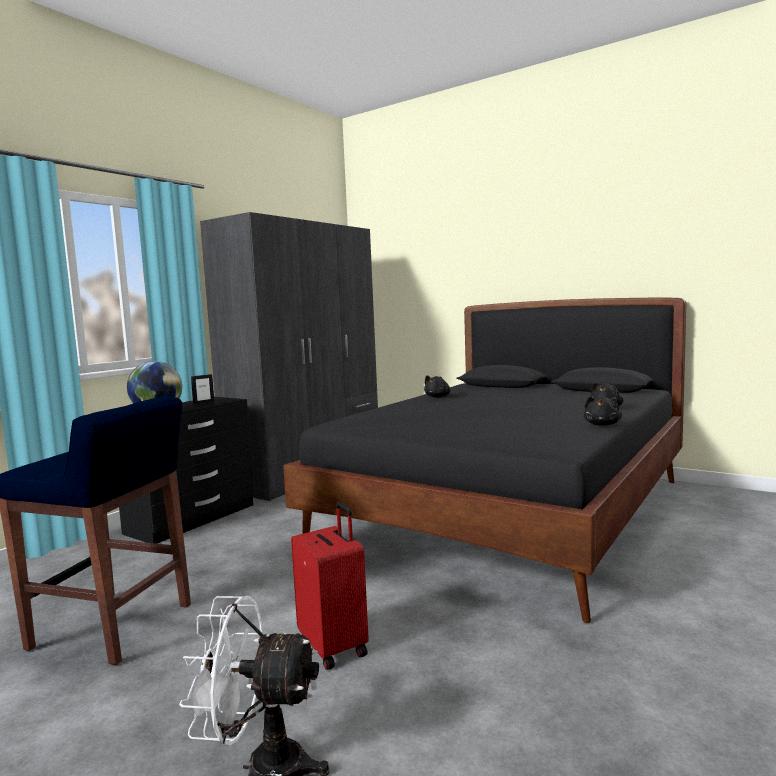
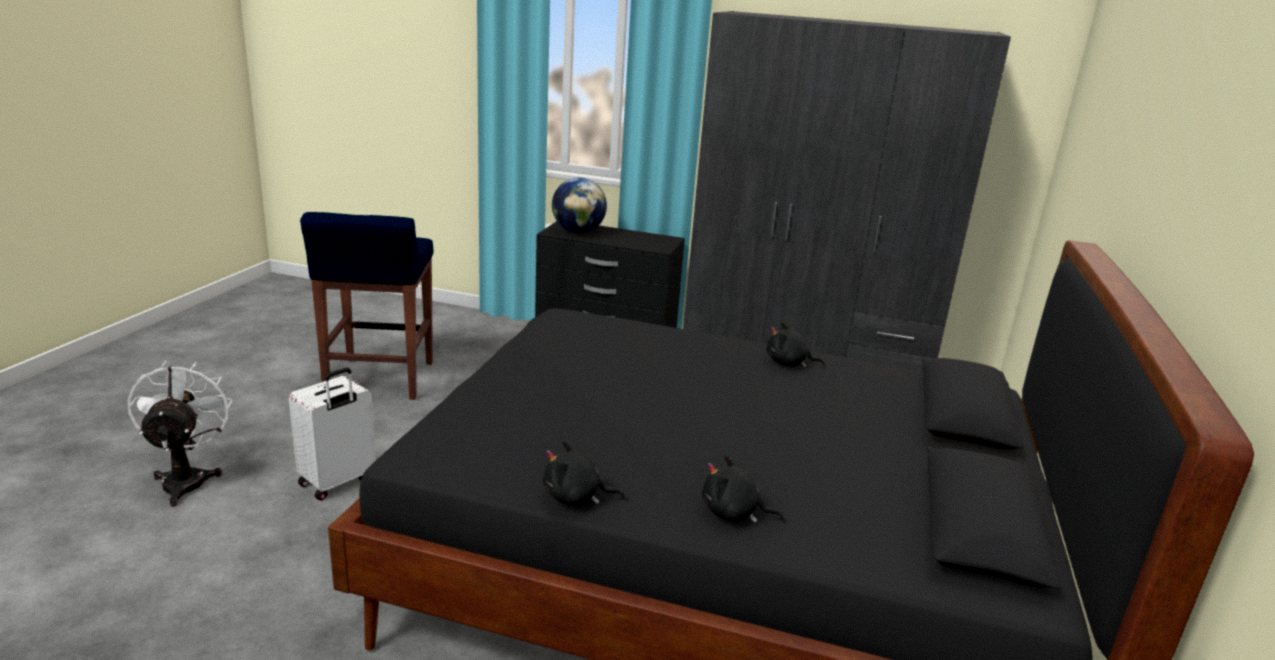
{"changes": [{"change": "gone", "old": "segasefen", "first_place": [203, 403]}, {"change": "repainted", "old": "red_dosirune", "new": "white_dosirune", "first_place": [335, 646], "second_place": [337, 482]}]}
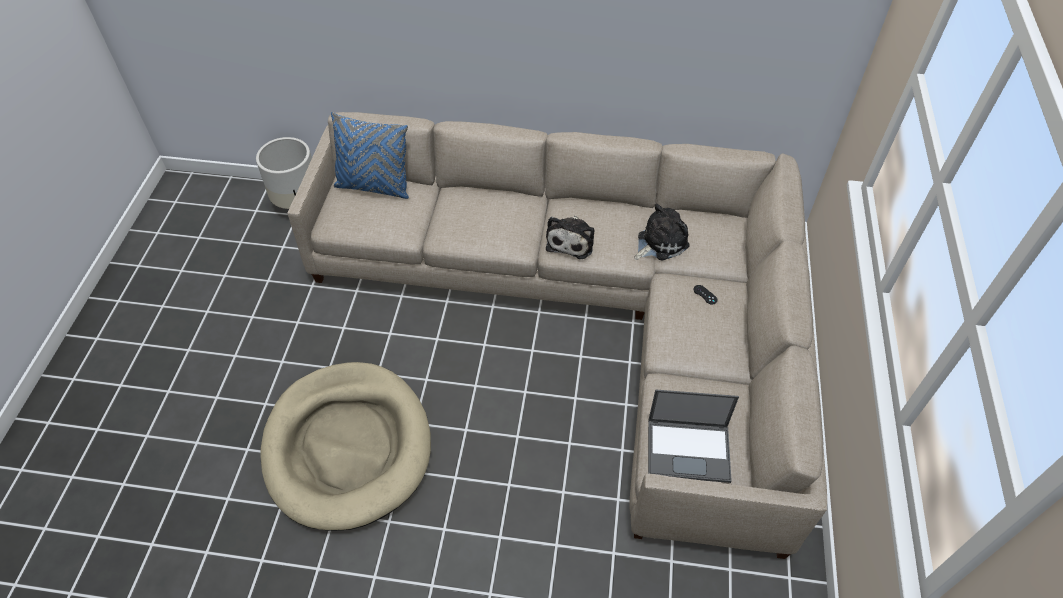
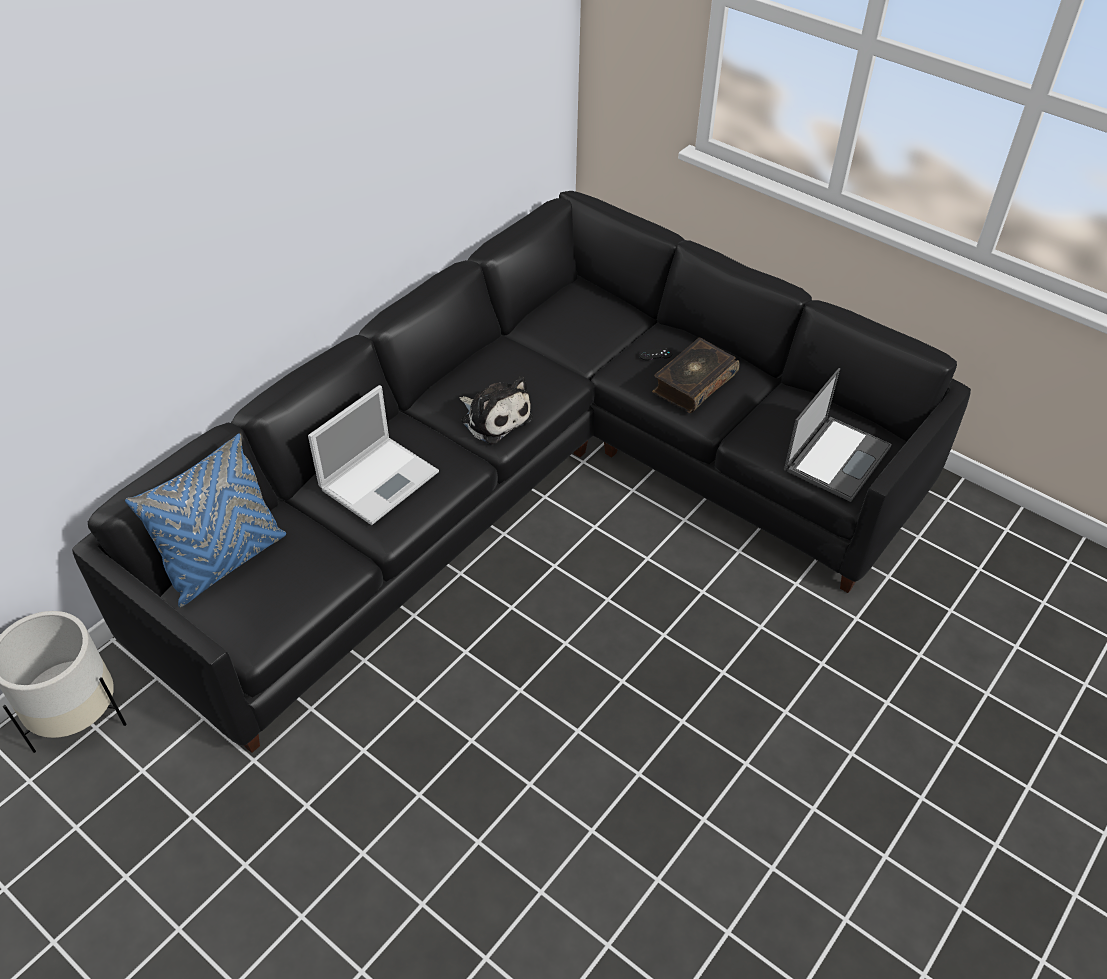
{"changes": [{"change": "repainted", "old": "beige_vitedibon", "new": "black_vitedibon", "first_place": [593, 311], "second_place": [541, 486]}, {"change": "gone", "old": "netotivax", "first_place": [660, 242]}, {"change": "gone", "old": "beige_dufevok", "first_place": [348, 447]}, {"change": "new", "new": "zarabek", "second_place": [693, 383]}, {"change": "new", "new": "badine", "second_place": [380, 479]}]}
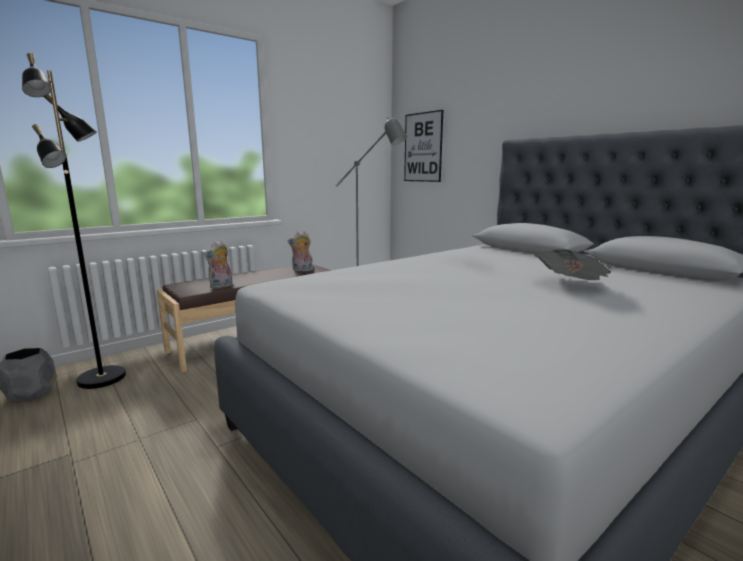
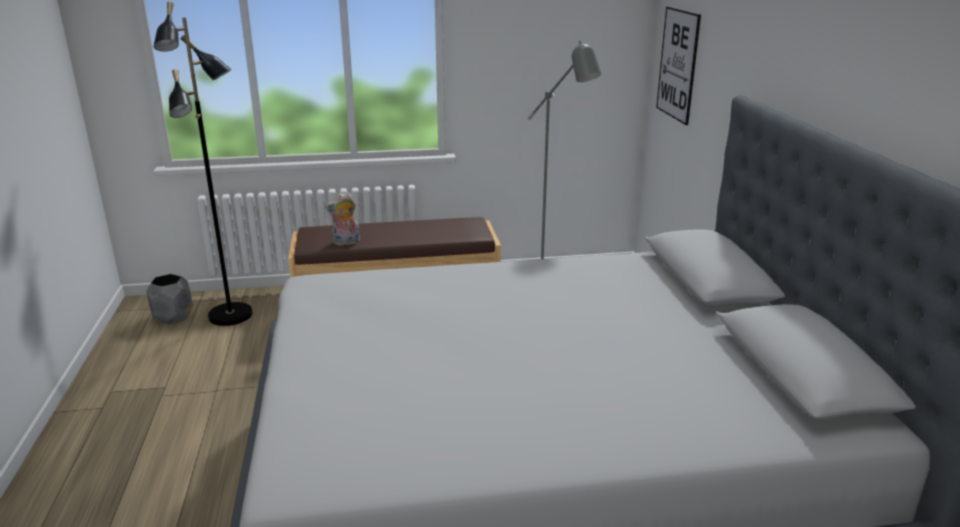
{"changes": [{"change": "gone", "old": "netotivax", "first_place": [302, 270]}, {"change": "gone", "old": "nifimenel", "first_place": [571, 285]}]}
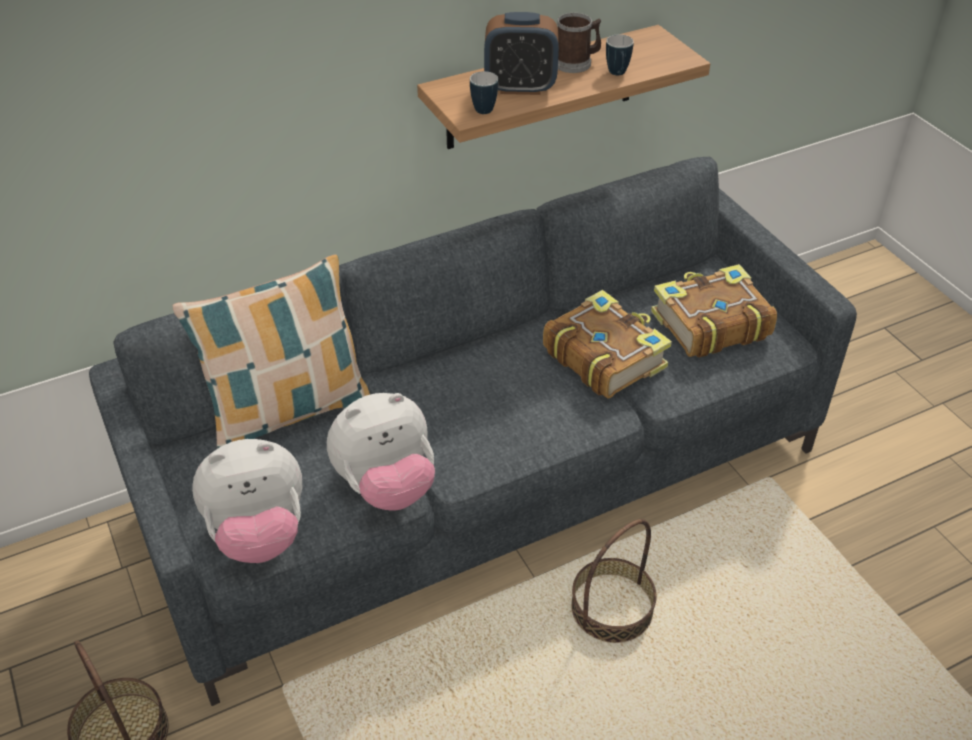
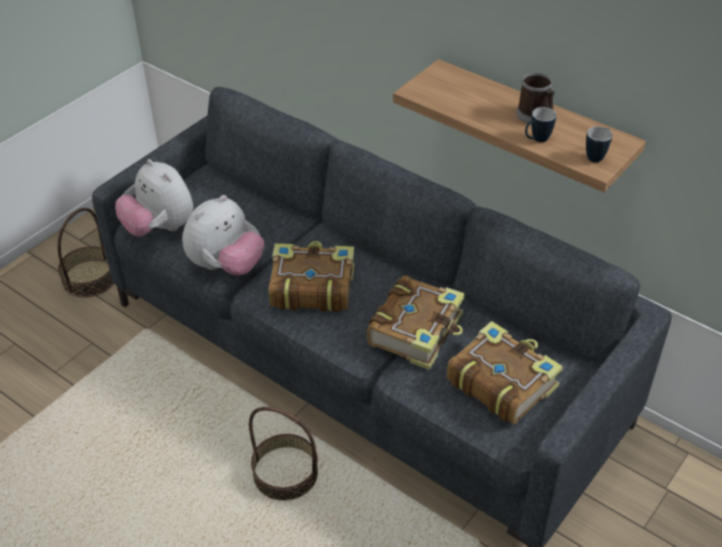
{"changes": [{"change": "gone", "old": "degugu", "first_place": [520, 87]}, {"change": "shifted", "old": "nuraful", "first_place": [481, 108], "second_place": [597, 156]}, {"change": "gone", "old": "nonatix", "first_place": [288, 412]}, {"change": "rotated", "old": "netotivax", "first_place": [386, 486], "second_place": [226, 266], "degrees": -90}, {"change": "new", "new": "zarabek", "second_place": [311, 287]}]}
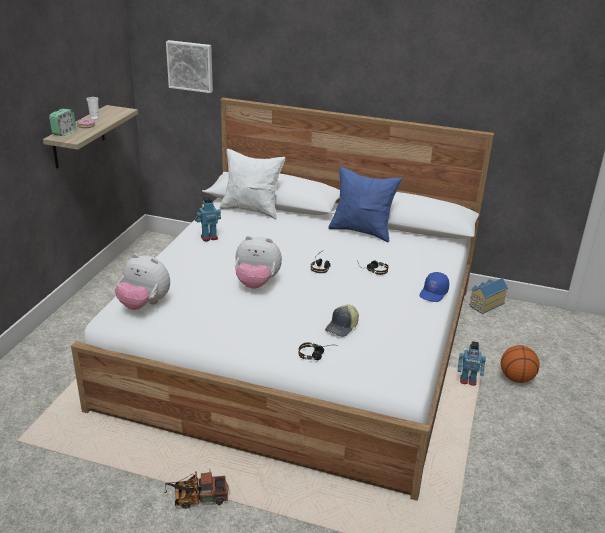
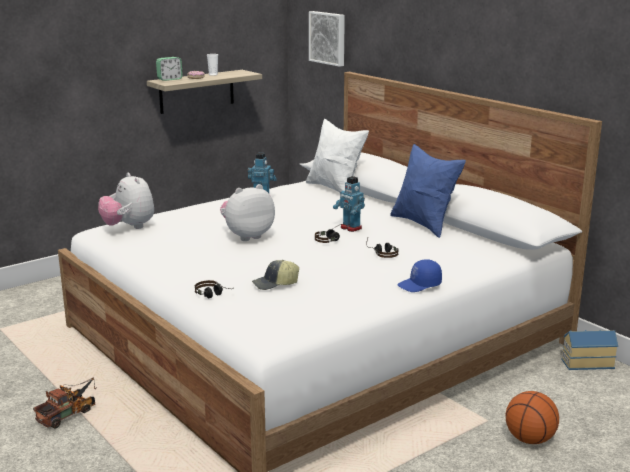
{"changes": [{"change": "rotated", "old": "netotivax", "first_place": [257, 283], "second_place": [247, 236], "degrees": 105}, {"change": "shifted", "old": "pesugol", "first_place": [468, 381], "second_place": [350, 228]}, {"change": "rotated", "old": "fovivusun", "first_place": [197, 498], "second_place": [70, 414], "degrees": 105}]}
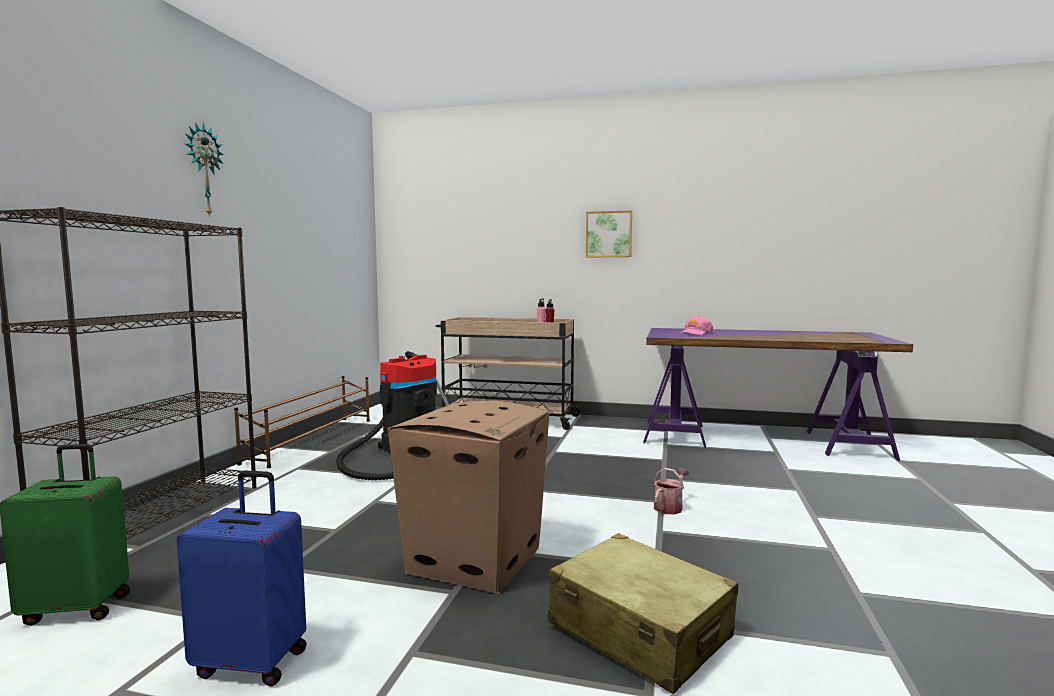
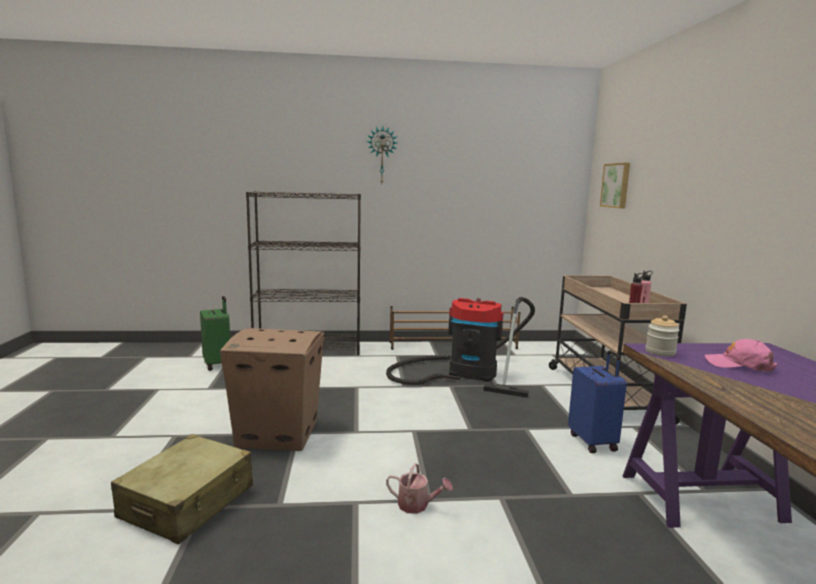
{"changes": [{"change": "shifted", "old": "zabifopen", "first_place": [609, 234], "second_place": [616, 185]}, {"change": "shifted", "old": "blue_dosirune", "first_place": [253, 661], "second_place": [593, 442]}, {"change": "new", "new": "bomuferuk", "second_place": [660, 352]}]}
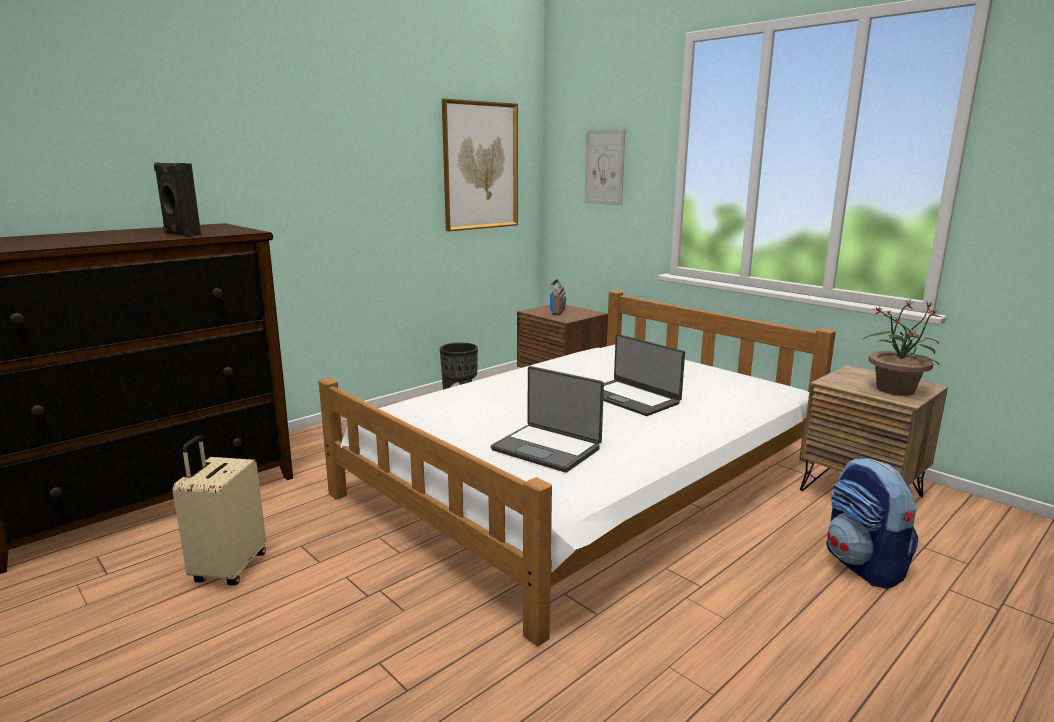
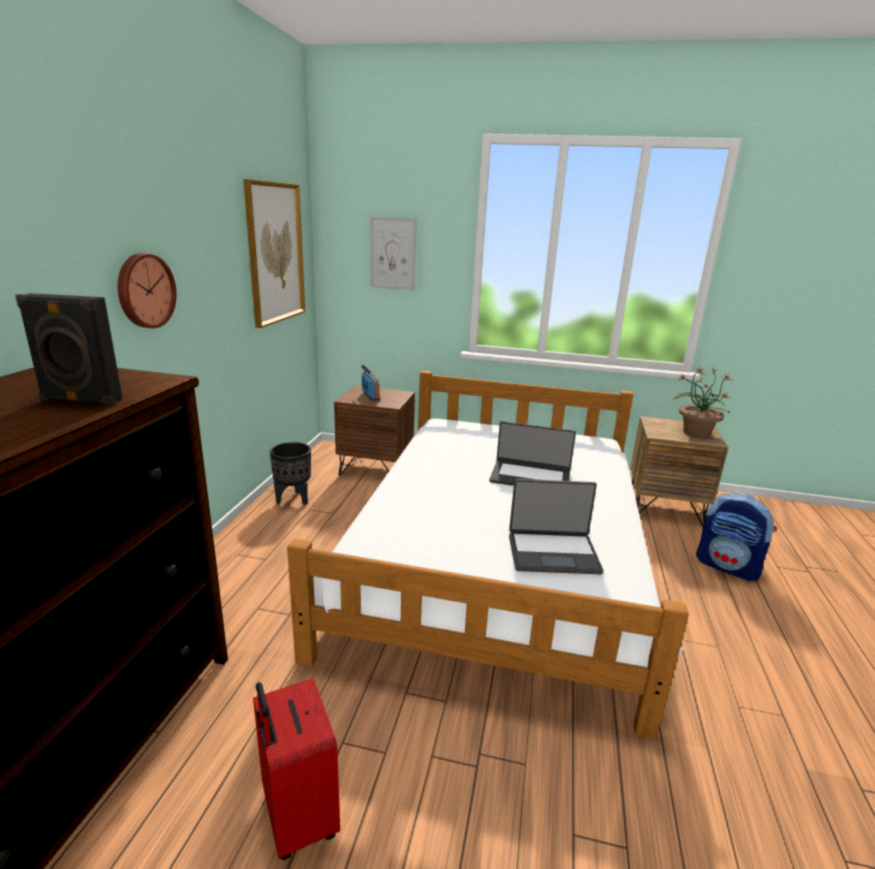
{"changes": [{"change": "repainted", "old": "beige_dosirune", "new": "red_dosirune", "first_place": [228, 569], "second_place": [297, 817]}, {"change": "new", "new": "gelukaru", "second_place": [144, 291]}]}
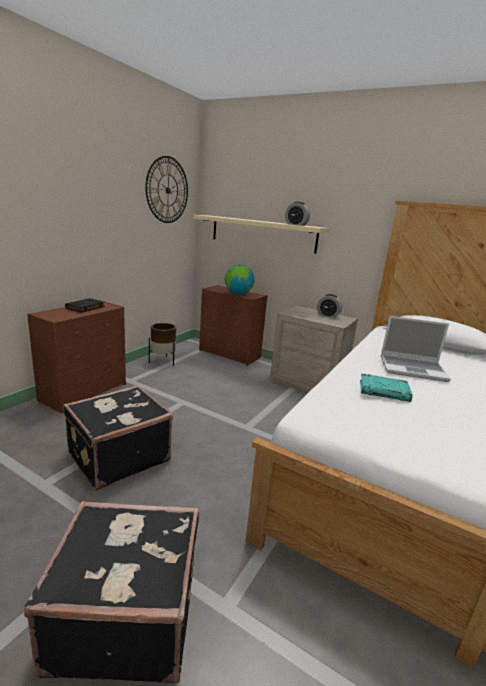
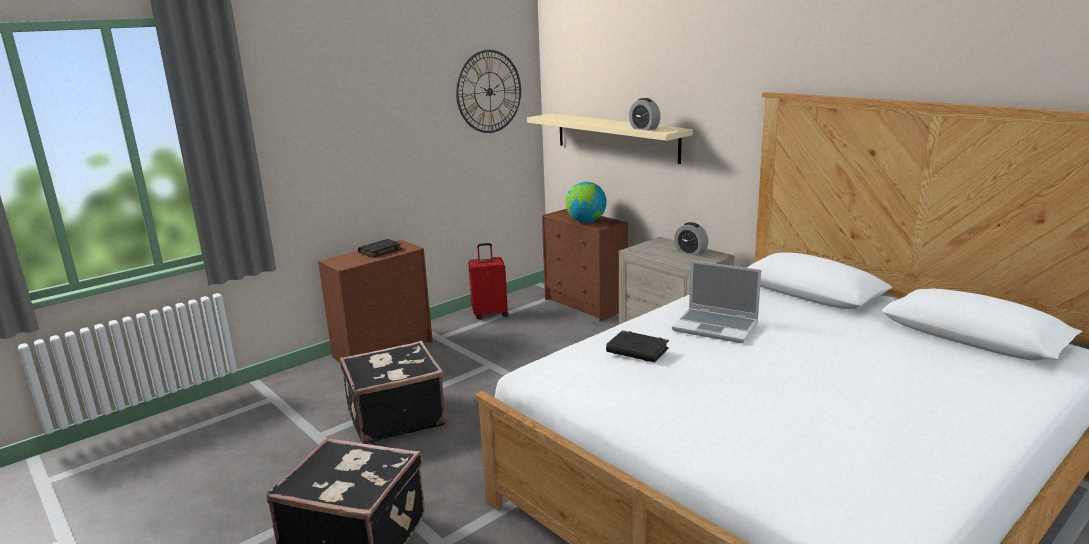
{"changes": [{"change": "swapped", "old": "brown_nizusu", "new": "red_dosirune", "first_place": [163, 361], "second_place": [490, 314]}, {"change": "repainted", "old": "turquoise_zarabek", "new": "black_zarabek", "first_place": [384, 391], "second_place": [638, 350]}]}
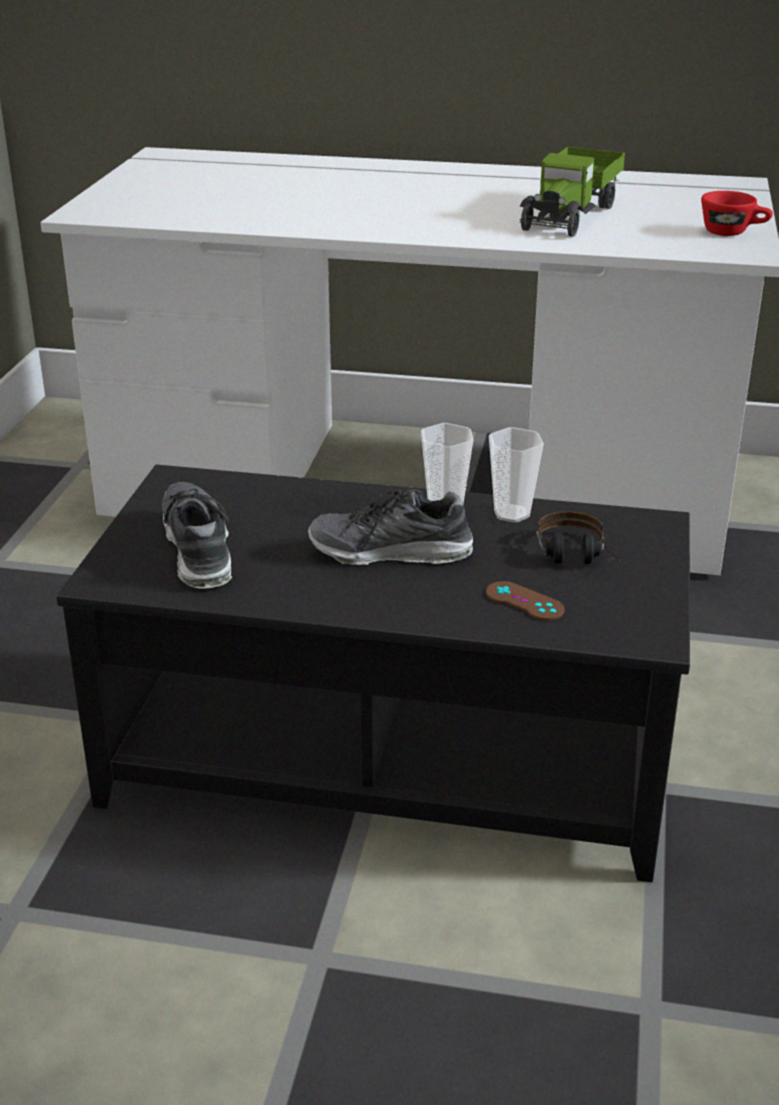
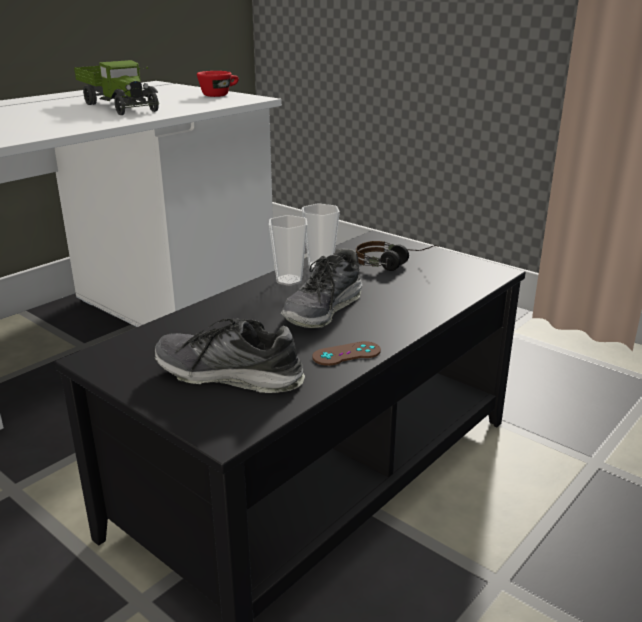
{"changes": [{"change": "shifted", "old": "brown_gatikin", "first_place": [524, 601], "second_place": [346, 354]}]}
